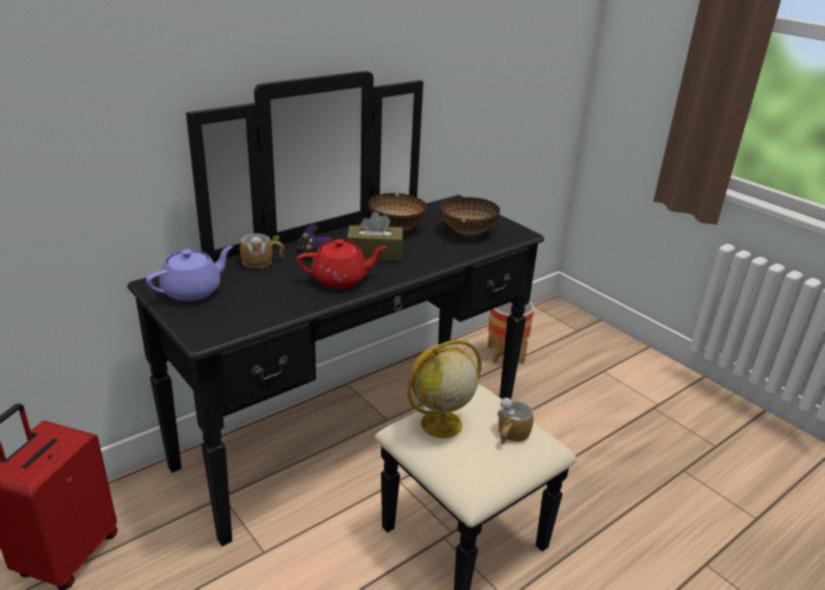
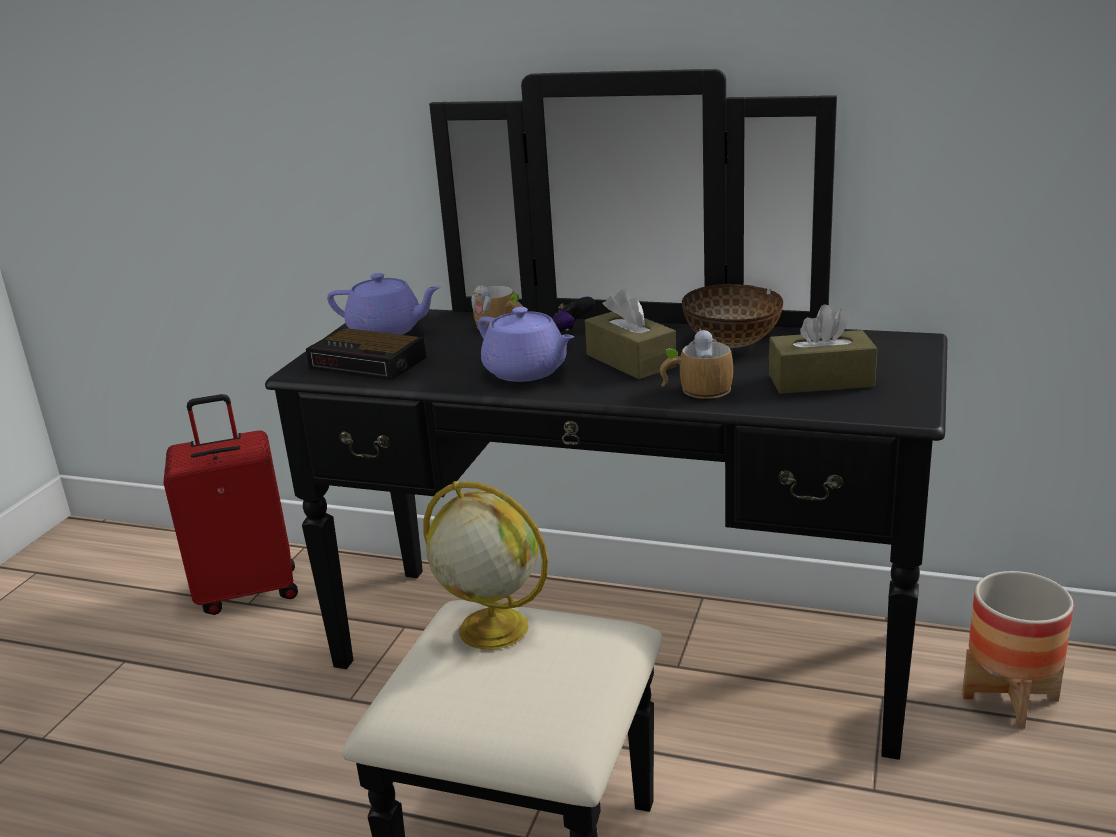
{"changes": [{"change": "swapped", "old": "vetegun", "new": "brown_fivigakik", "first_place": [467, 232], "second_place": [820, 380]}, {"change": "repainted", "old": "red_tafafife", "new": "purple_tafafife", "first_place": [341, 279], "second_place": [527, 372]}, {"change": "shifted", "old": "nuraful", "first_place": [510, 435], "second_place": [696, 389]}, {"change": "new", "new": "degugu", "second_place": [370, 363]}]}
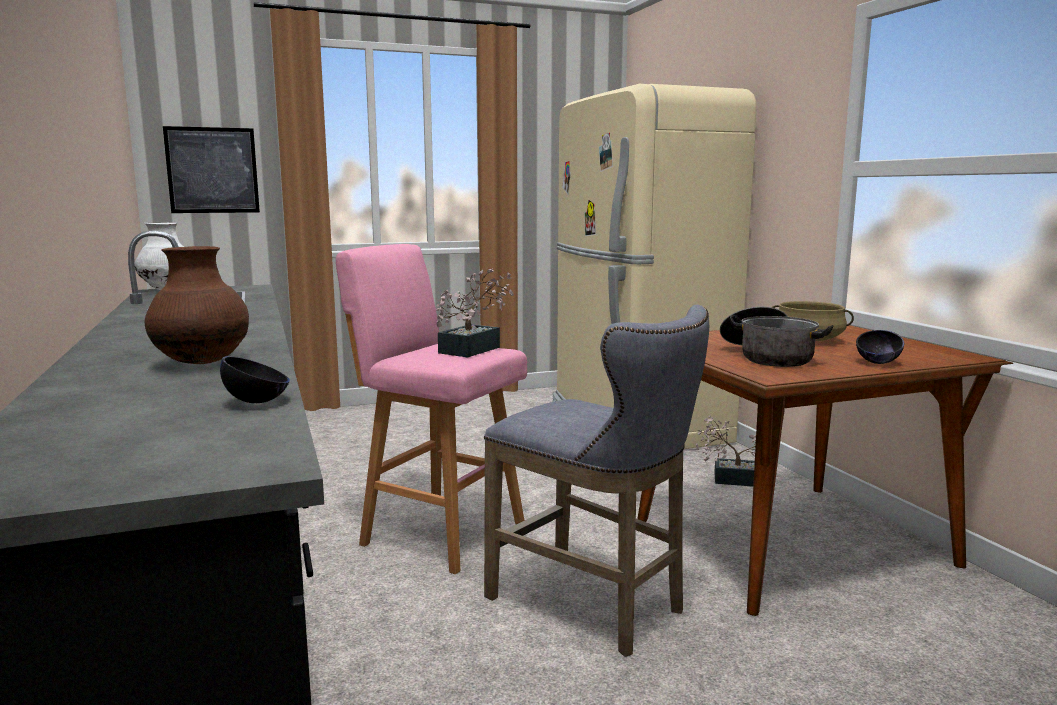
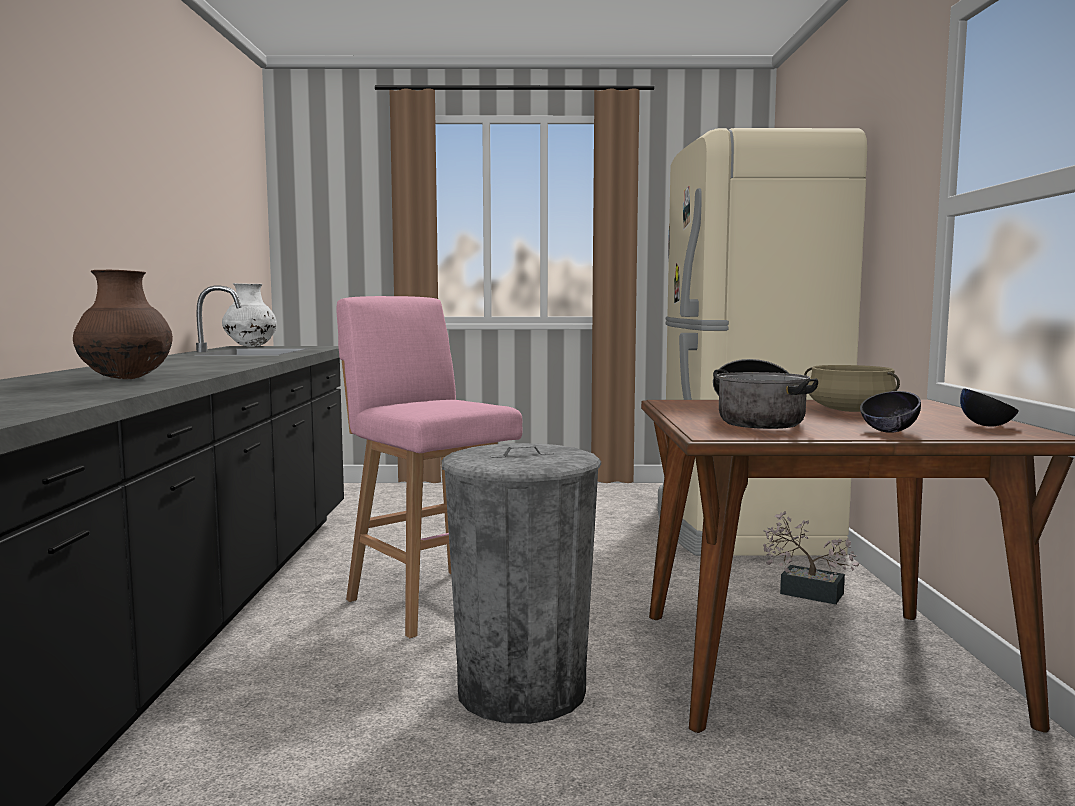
{"changes": [{"change": "gone", "old": "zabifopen", "first_place": [212, 170]}, {"change": "gone", "old": "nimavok", "first_place": [474, 349]}, {"change": "swapped", "old": "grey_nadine", "new": "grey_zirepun", "first_place": [595, 606], "second_place": [521, 690]}, {"change": "shifted", "old": "black_vetegun", "first_place": [257, 402], "second_place": [987, 426]}]}
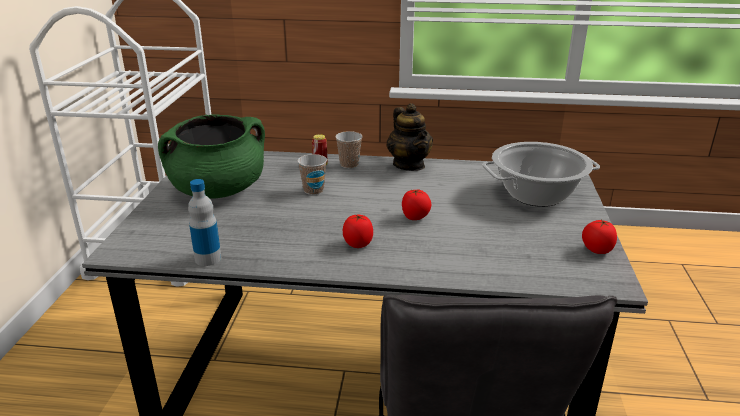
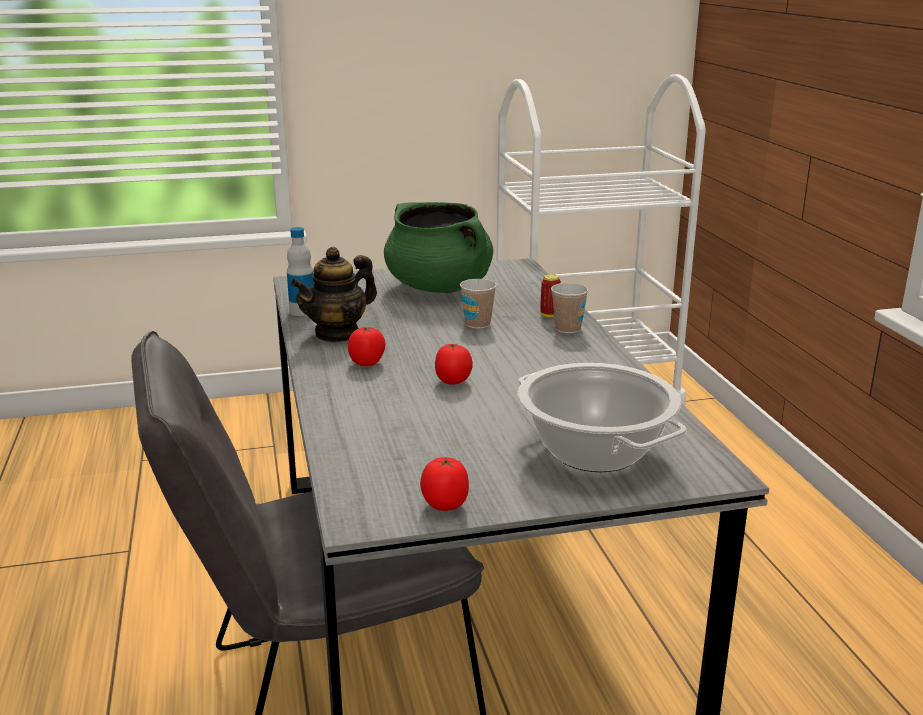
{"changes": [{"change": "shifted", "old": "tafafife", "first_place": [409, 165], "second_place": [338, 333]}]}
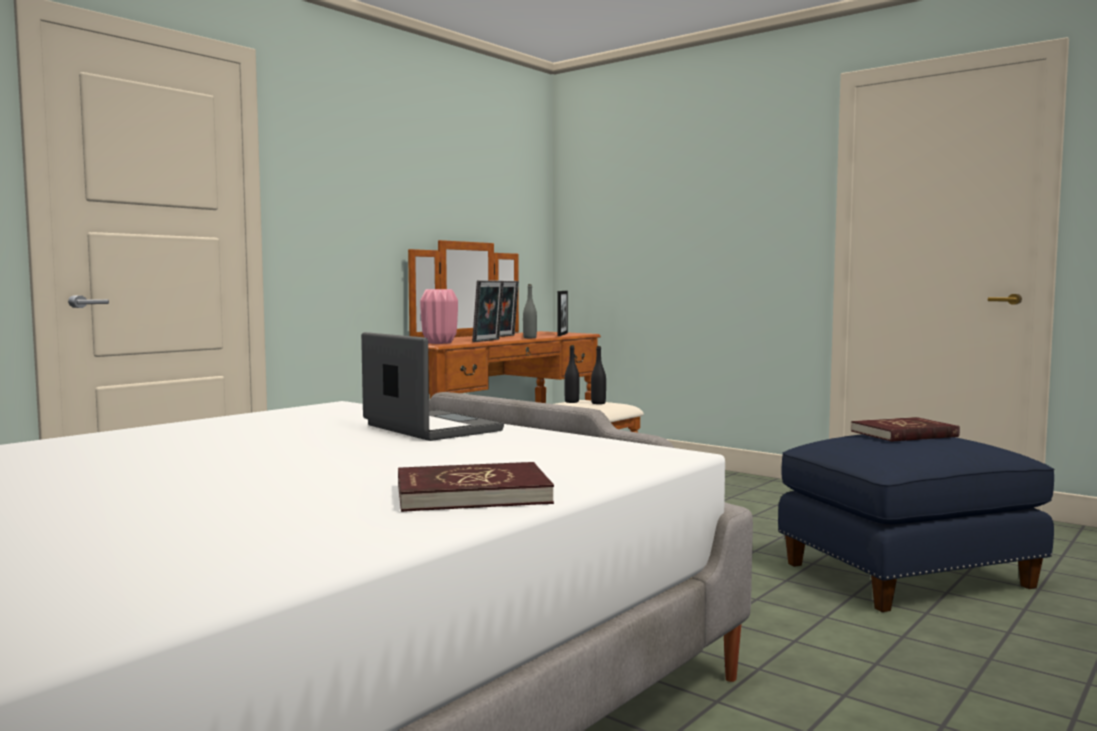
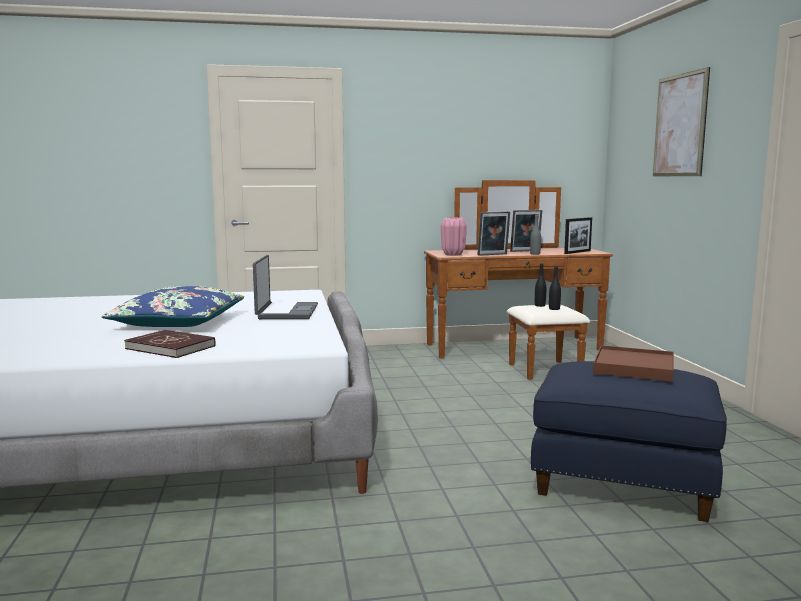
{"changes": [{"change": "swapped", "old": "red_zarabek", "new": "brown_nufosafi", "first_place": [904, 434], "second_place": [633, 367]}, {"change": "new", "new": "zabifopen", "second_place": [680, 125]}, {"change": "new", "new": "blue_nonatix", "second_place": [178, 322]}]}
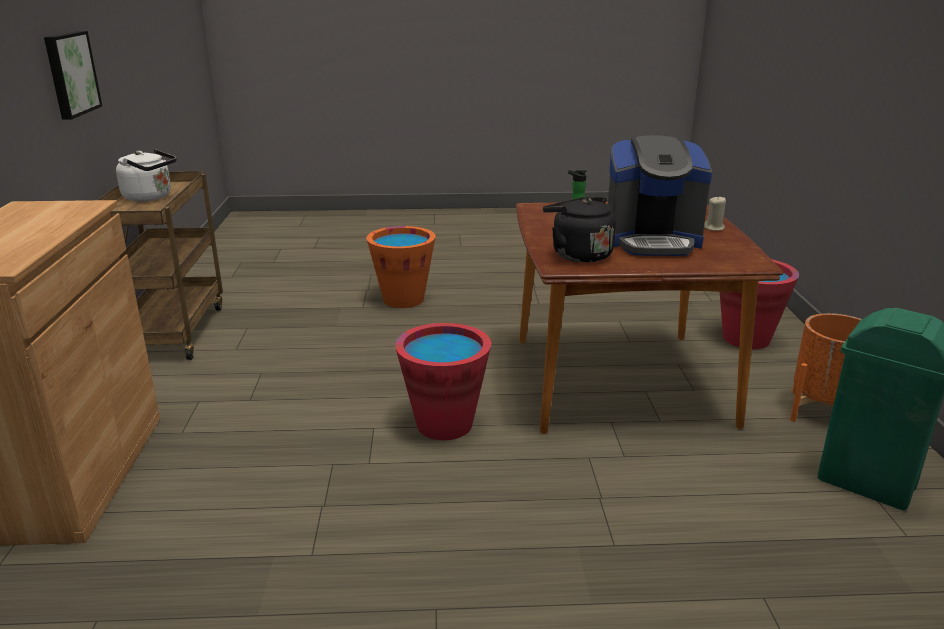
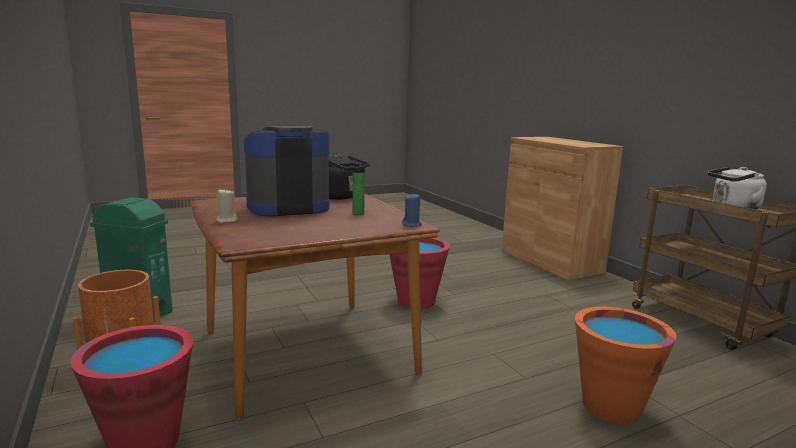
{"changes": [{"change": "gone", "old": "zabifopen", "first_place": [70, 74]}, {"change": "new", "new": "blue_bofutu", "second_place": [412, 225]}]}
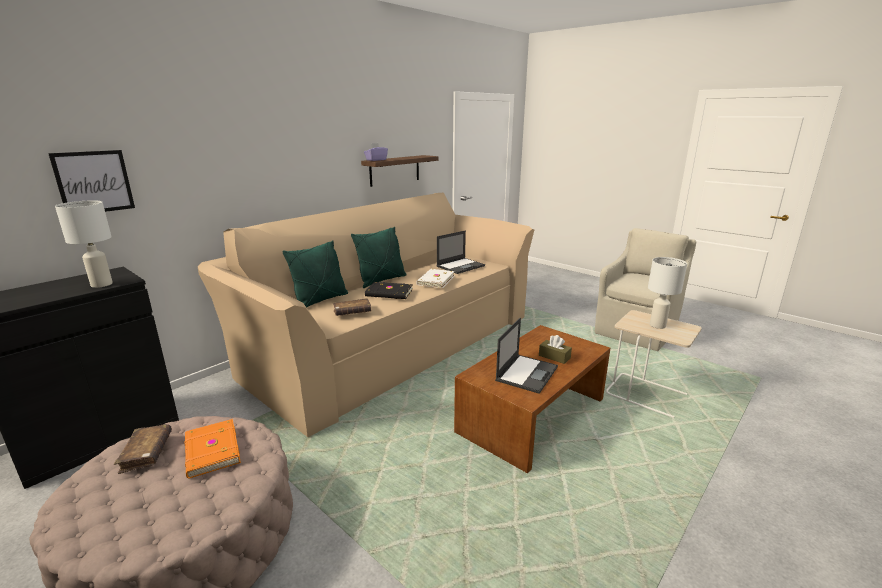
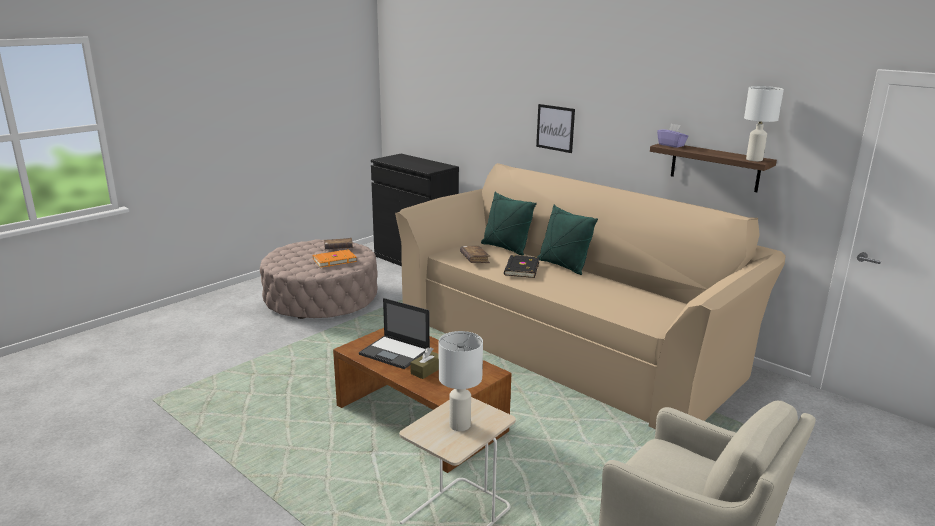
{"changes": [{"change": "shifted", "old": "zabifopen", "first_place": [94, 182], "second_place": [555, 128]}, {"change": "shifted", "old": "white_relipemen", "first_place": [101, 284], "second_place": [754, 159]}, {"change": "gone", "old": "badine", "first_place": [461, 266]}, {"change": "gone", "old": "white_zarabek", "first_place": [435, 280]}]}
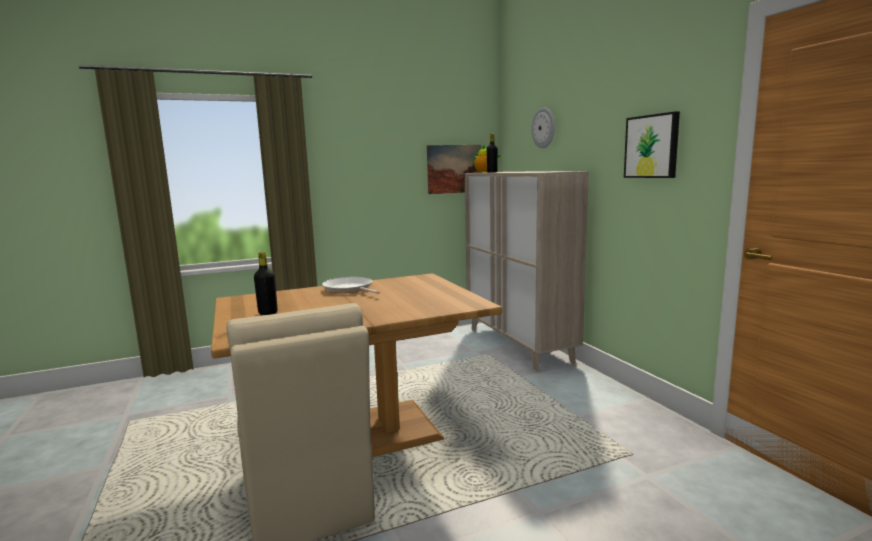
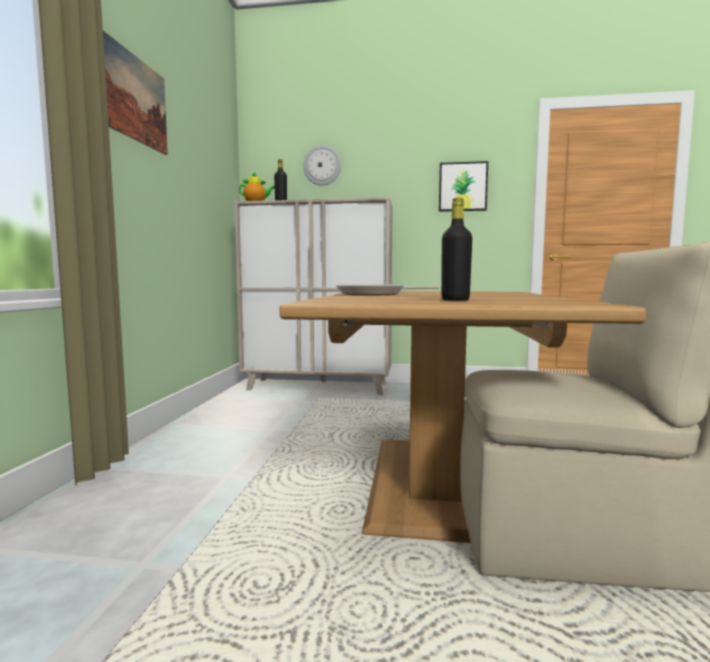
{"changes": [{"change": "shifted", "old": "zabifopen", "first_place": [454, 169], "second_place": [135, 99]}]}
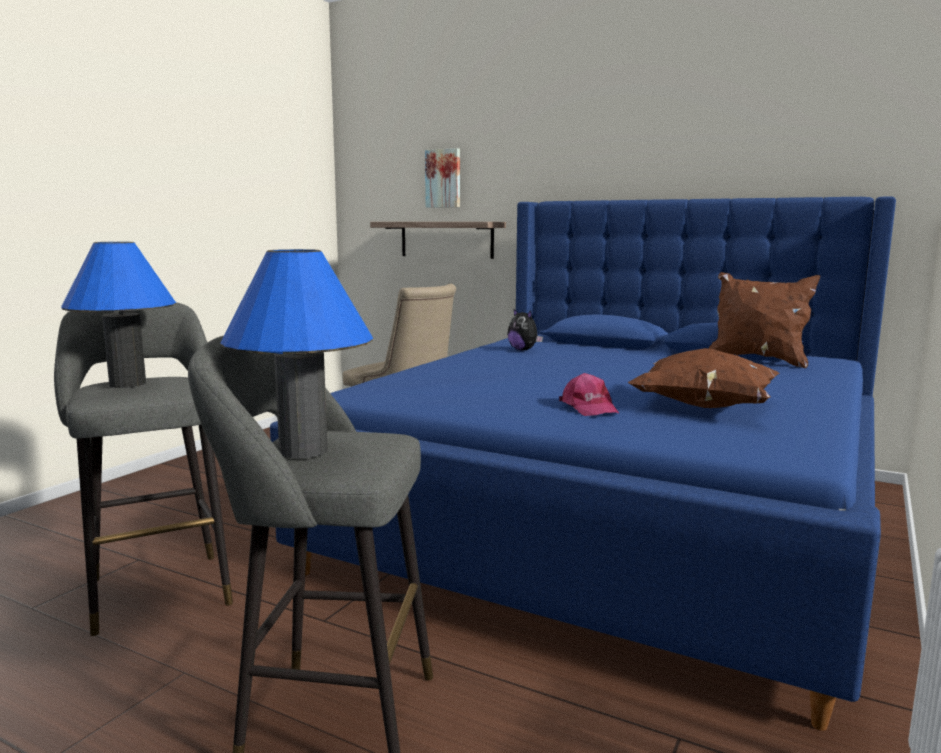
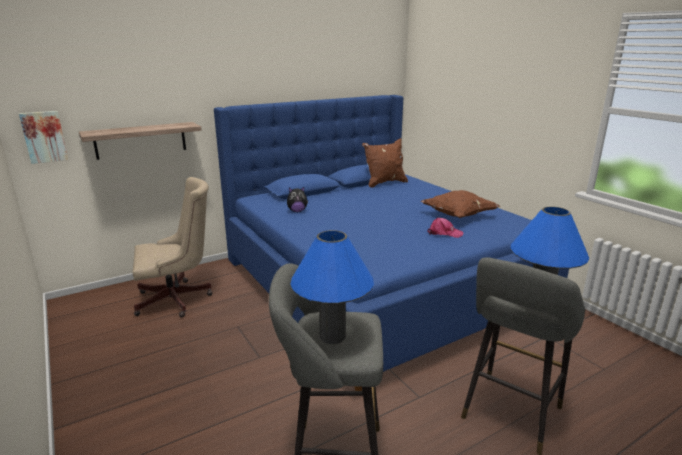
{"changes": [{"change": "shifted", "old": "zabifopen", "first_place": [443, 178], "second_place": [44, 136]}]}
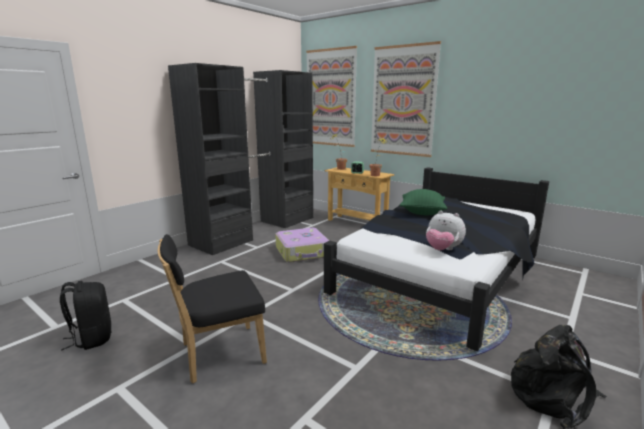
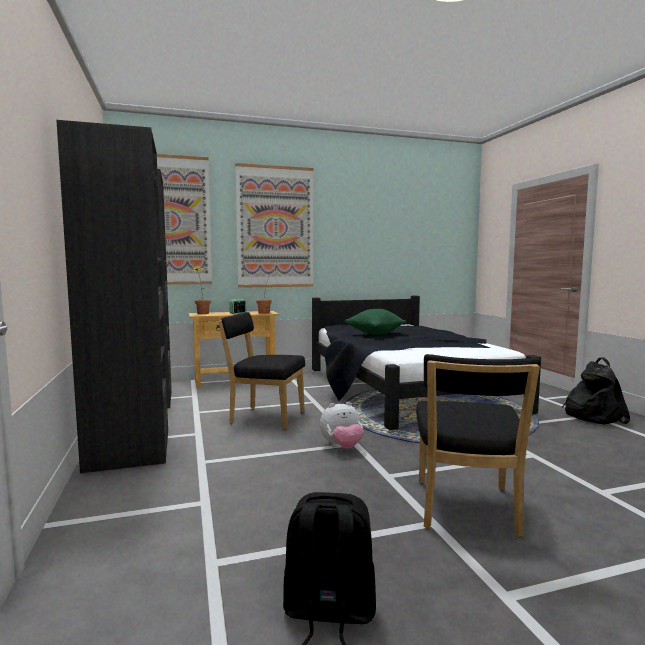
{"changes": [{"change": "shifted", "old": "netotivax", "first_place": [442, 250], "second_place": [342, 447]}, {"change": "swapped", "old": "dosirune", "new": "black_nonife", "first_place": [302, 252], "second_place": [264, 417]}]}
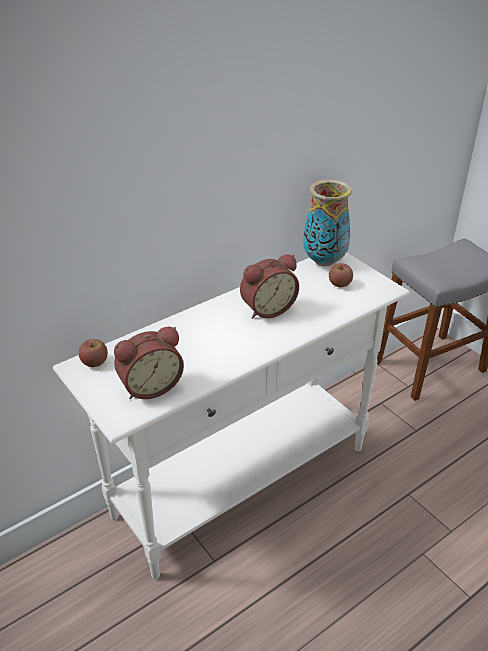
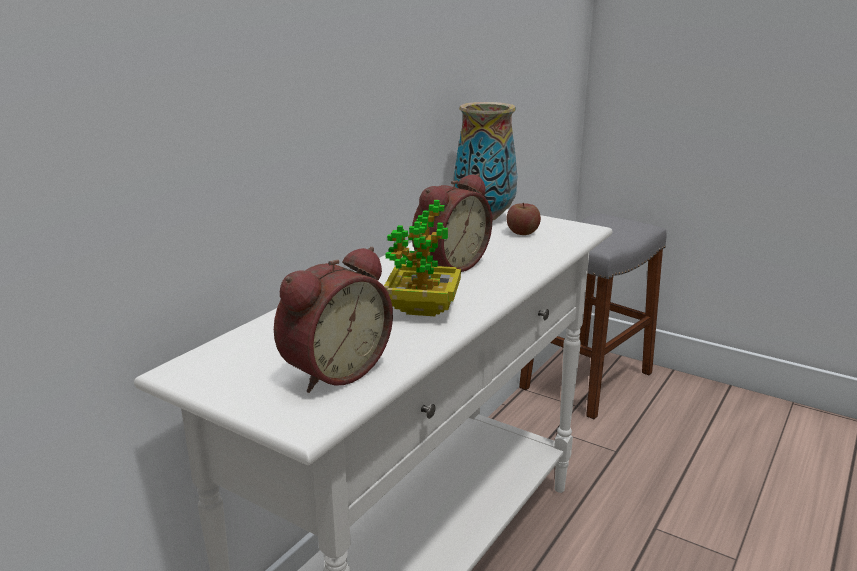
{"changes": [{"change": "gone", "old": "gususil", "first_place": [94, 362]}, {"change": "new", "new": "nimavok", "second_place": [423, 309]}]}
